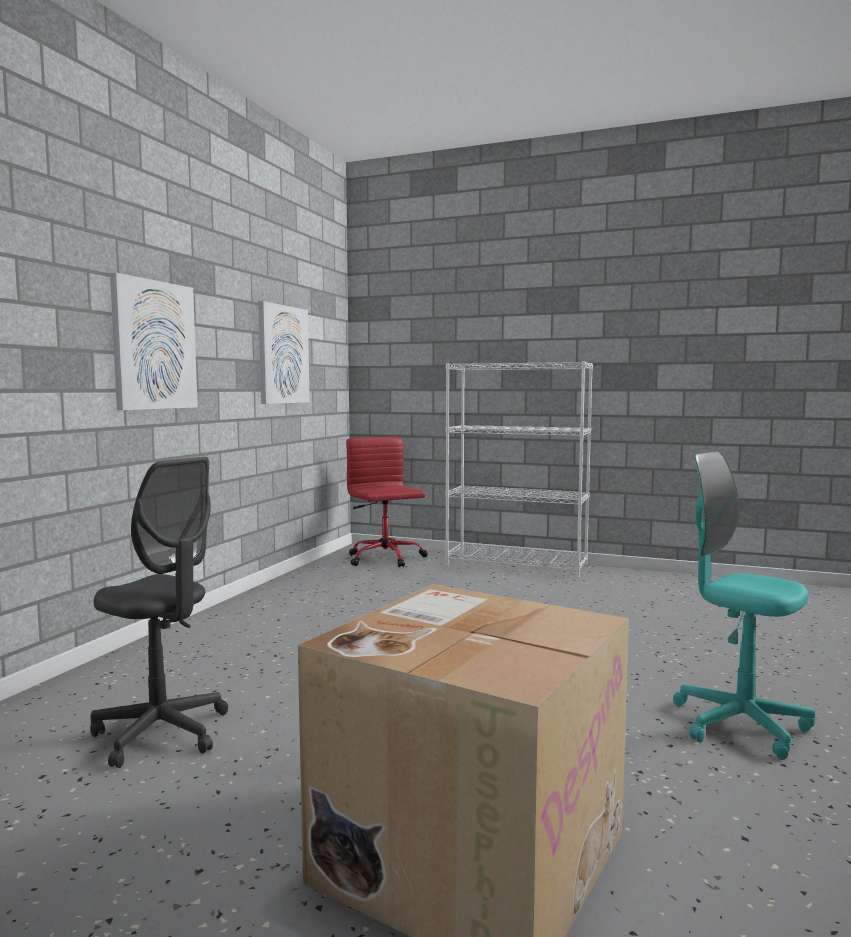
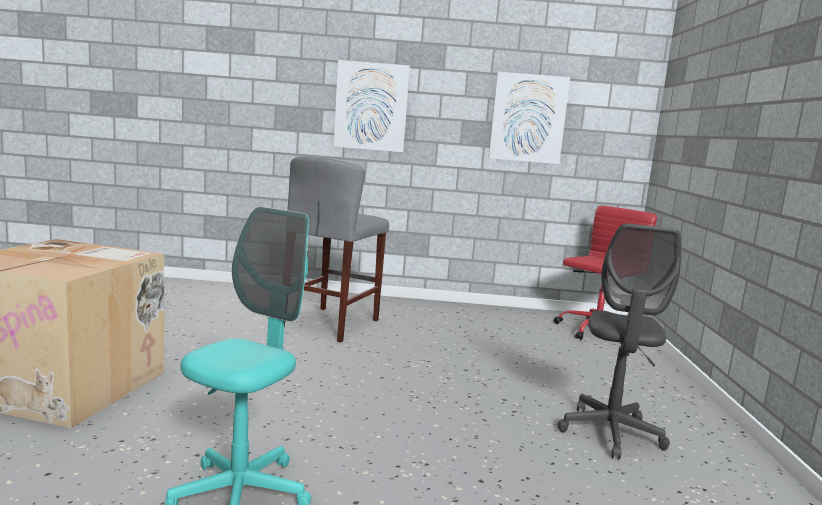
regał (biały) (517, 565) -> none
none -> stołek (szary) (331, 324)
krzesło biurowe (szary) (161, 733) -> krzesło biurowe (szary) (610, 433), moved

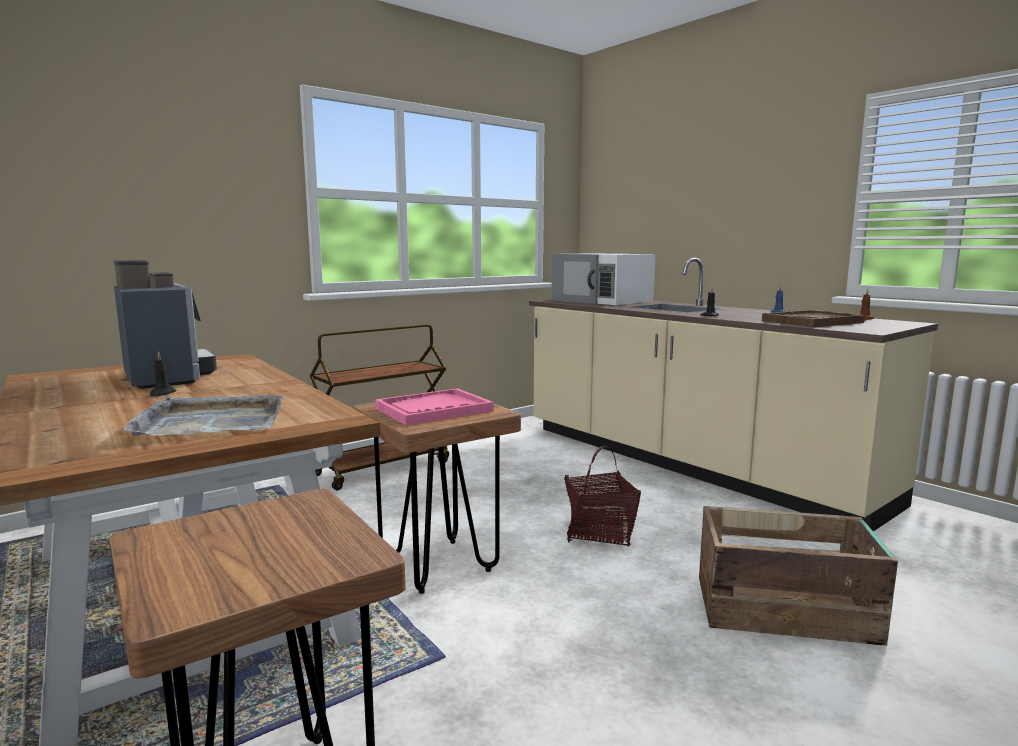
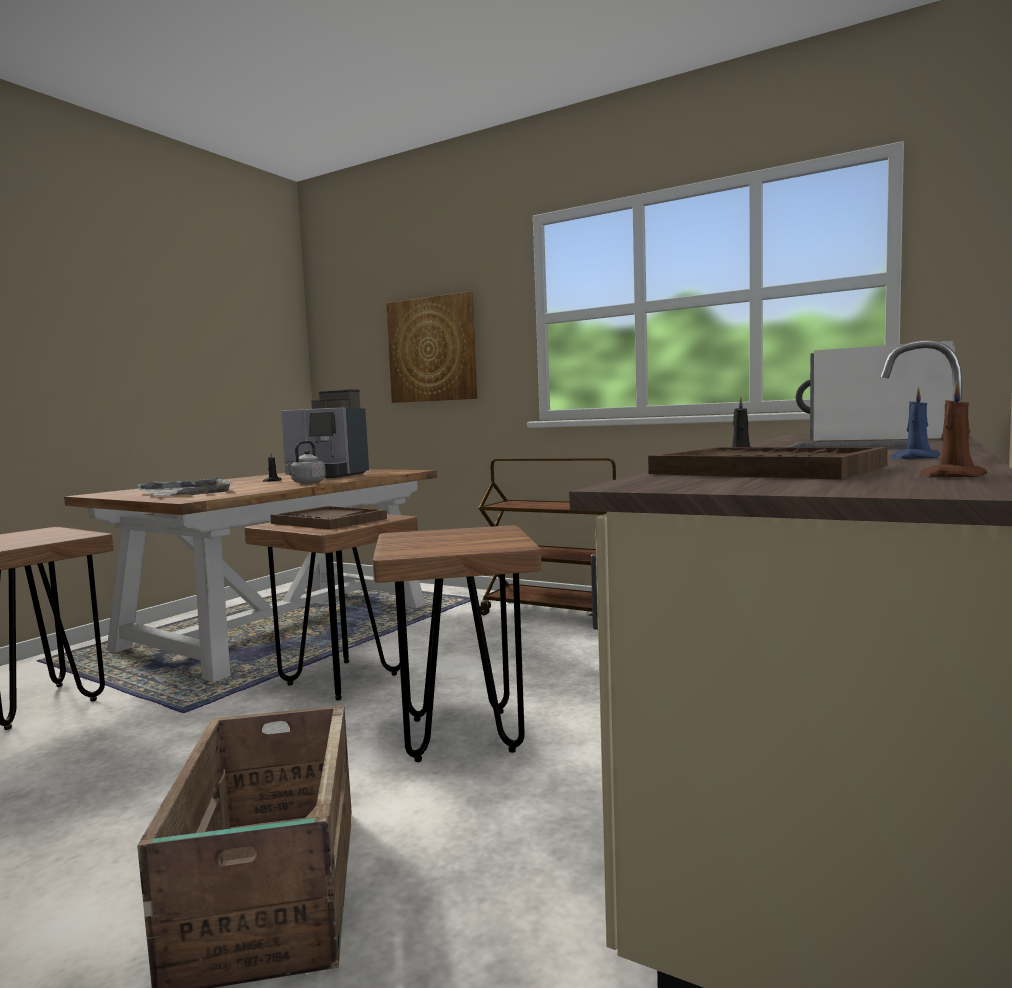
none -> czajnik (szary) (307, 483)
none -> obraz (432, 349)
koszyk (600, 532) -> stołek (brązowy) (462, 735)
taca (różowy) (433, 410) -> taca (brązowy) (328, 521)
ekspres do kawy (168, 377) -> ekspres do kawy (328, 475), 75 degrees clockwise

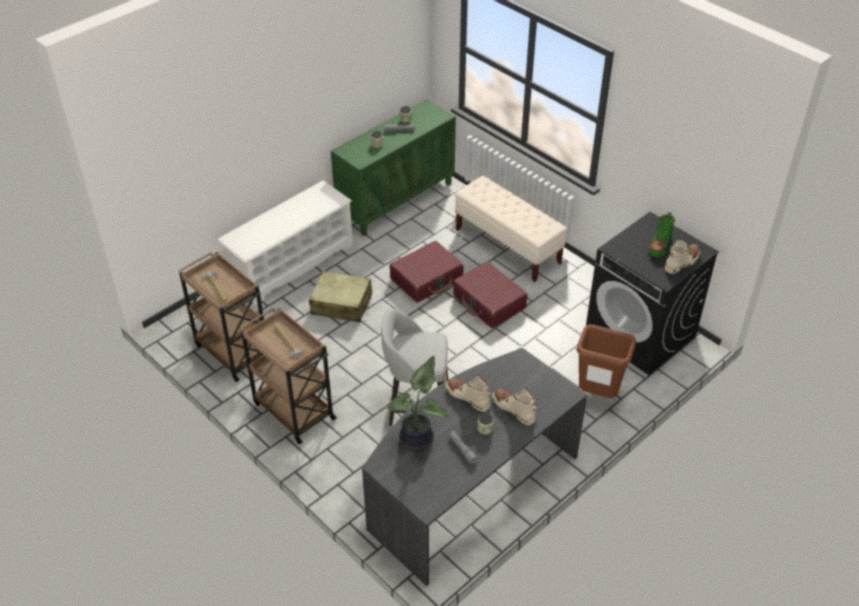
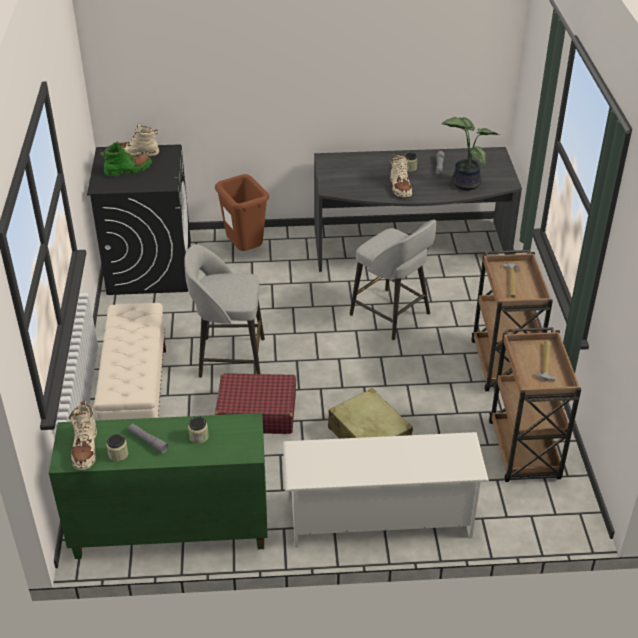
but z cholewką (beżowy) (513, 409) -> but z cholewką (beżowy) (85, 449), moved
walizka (czerwony) (489, 302) -> stołek (szary) (229, 357)

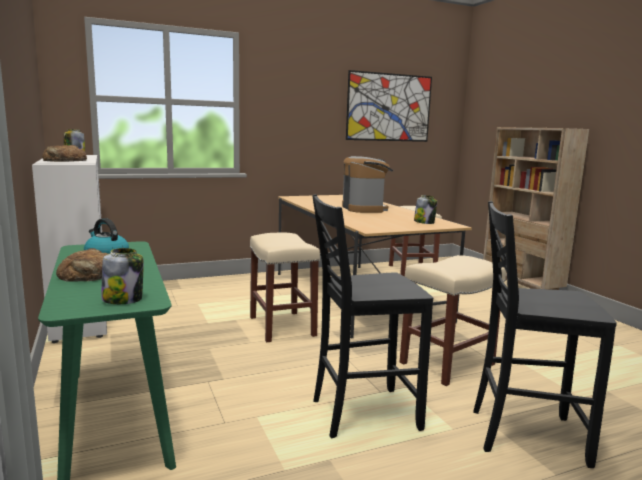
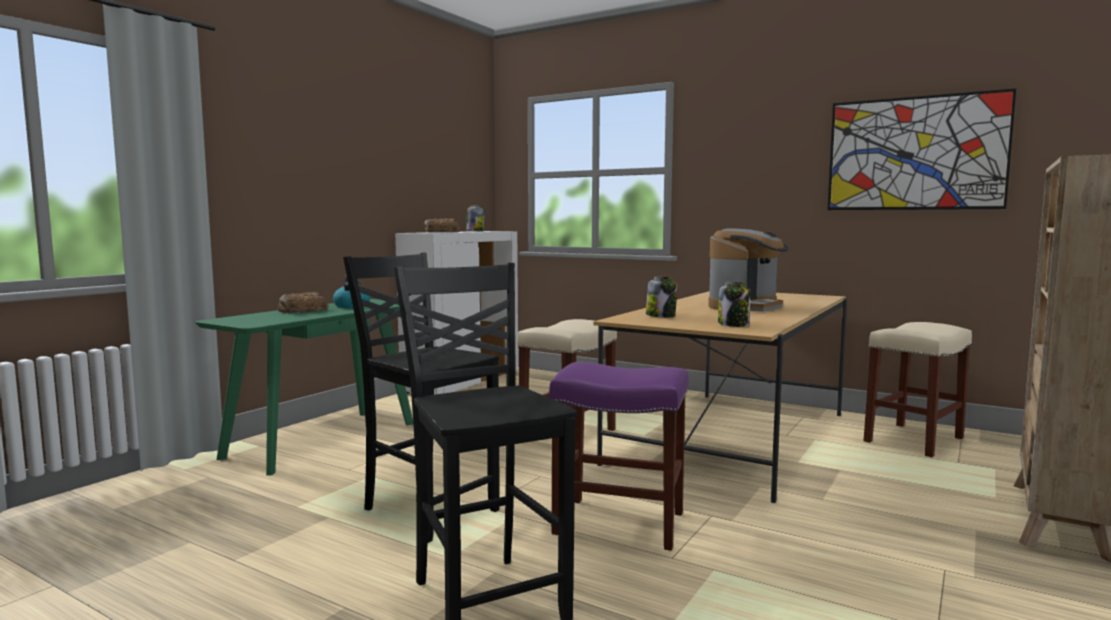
słoik (123, 299) -> słoik (661, 316), moved
stołek (beżowy) (447, 364) -> stołek (fioletowy) (617, 523)

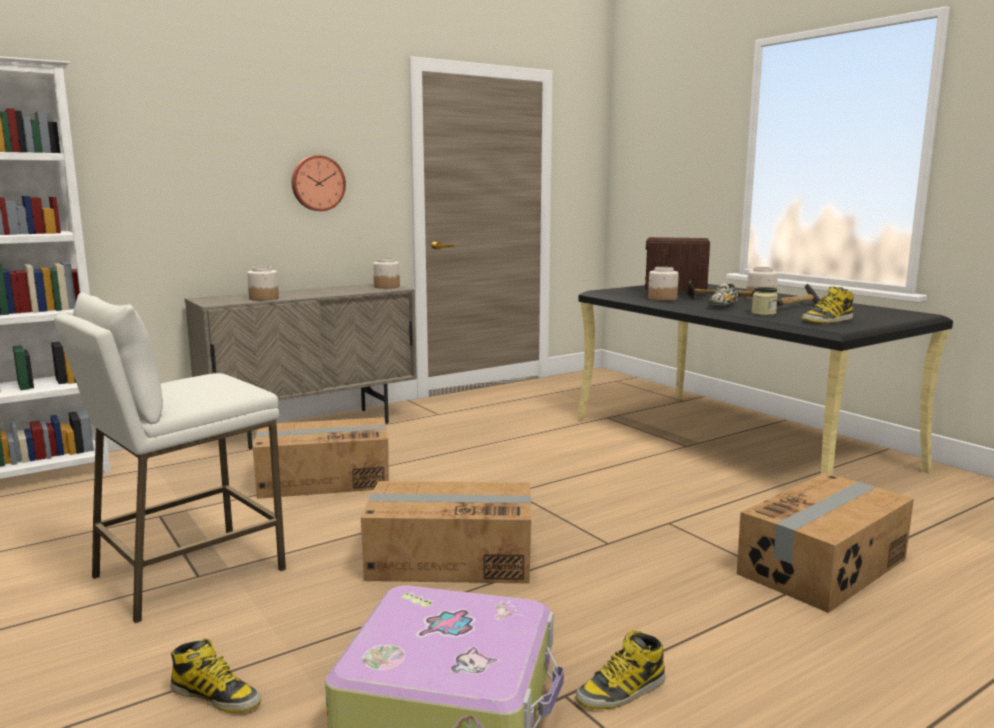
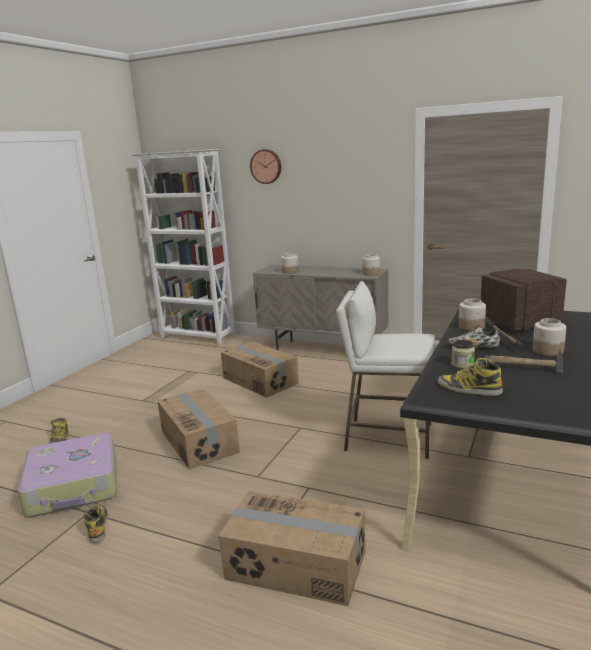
stołek (biały) (188, 573) -> stołek (biały) (388, 437), moved
zegar ścienny (317, 183) -> zegar ścienny (266, 166), moved
but z cholewką (621, 691) -> but z cholewką (98, 526), 45 degrees clockwise

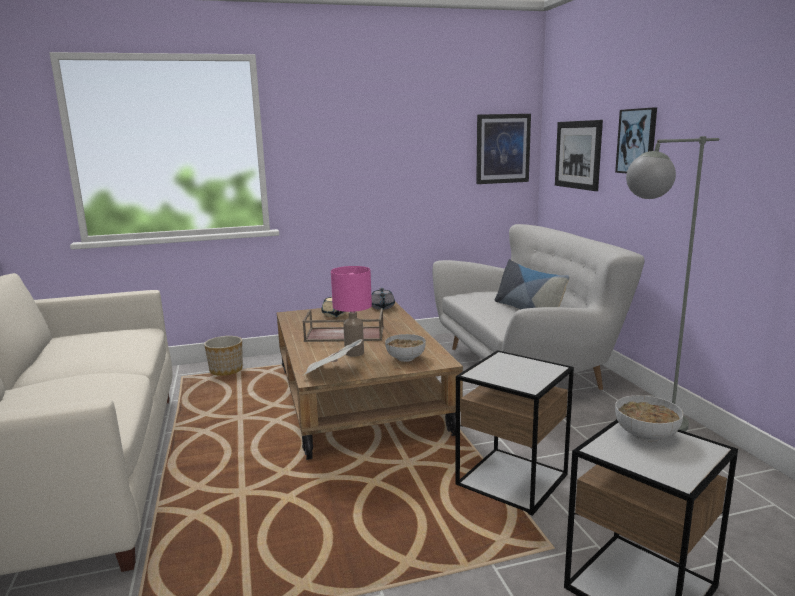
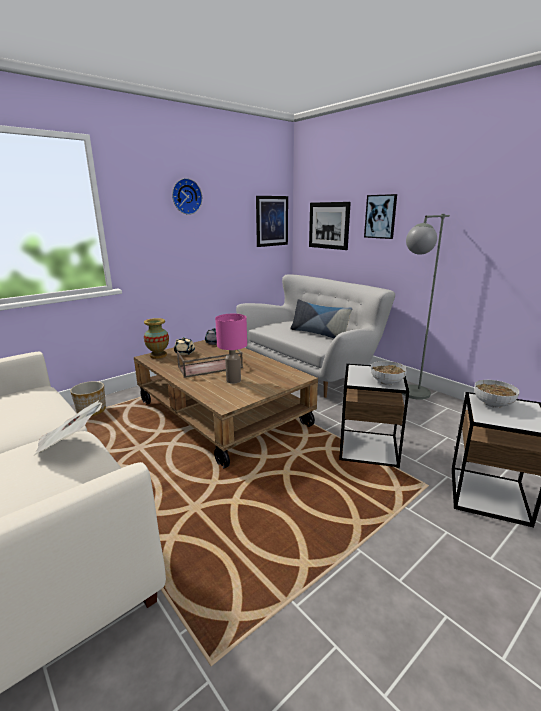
none -> wazon (158, 355)
none -> zegar ścienny (186, 196)
gazeta (332, 373) -> gazeta (70, 443), moved
miska (406, 358) -> miska (387, 382), moved

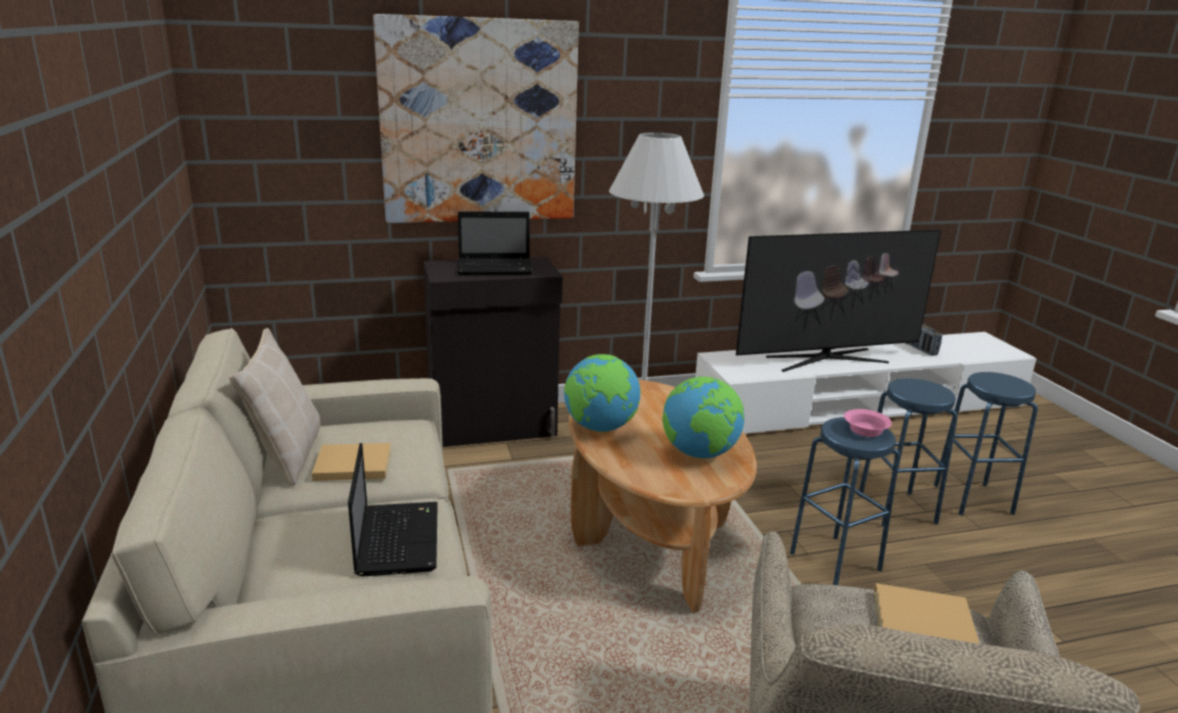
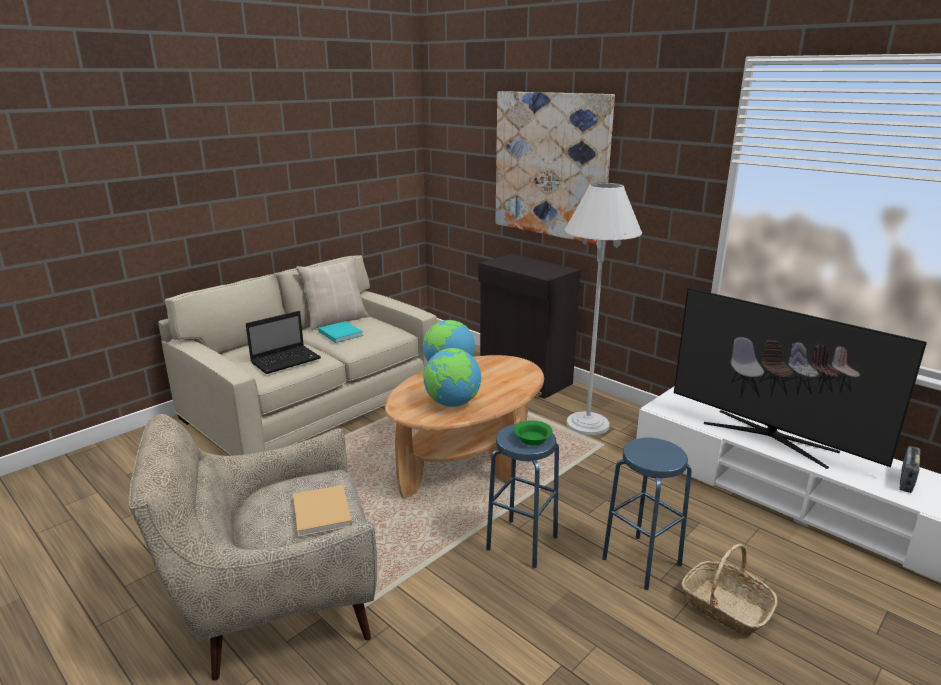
laptop (496, 268) -> none
stołek (niebieski) (972, 499) -> koszyk (725, 607)
książka (beżowy) (350, 465) -> książka (turkusowy) (340, 333)
miska (różowy) (866, 431) -> miska (zielony) (533, 440)

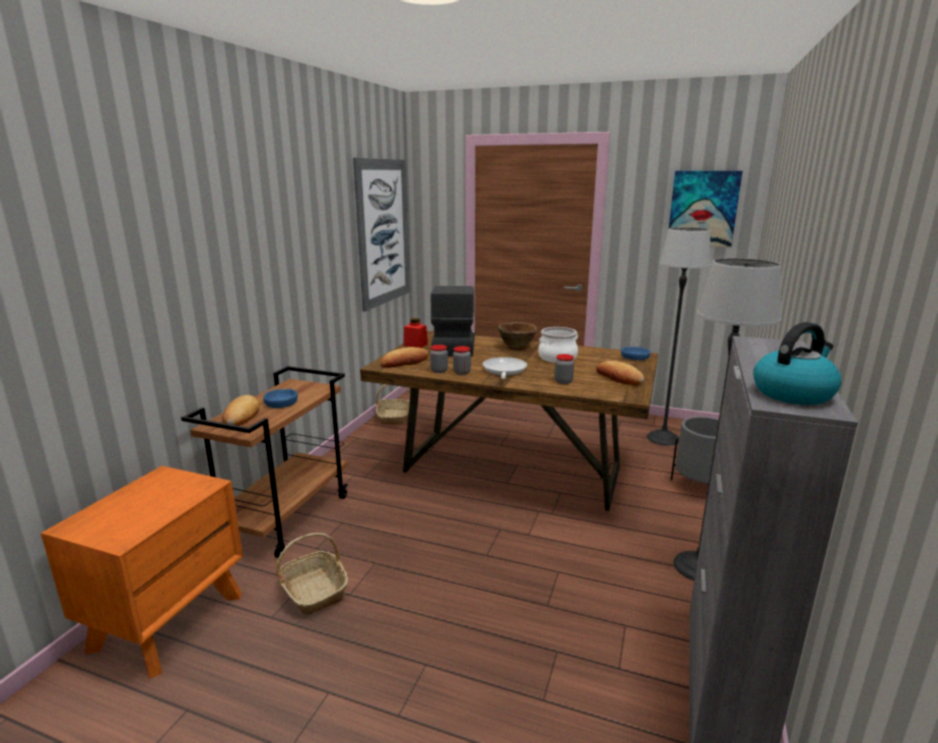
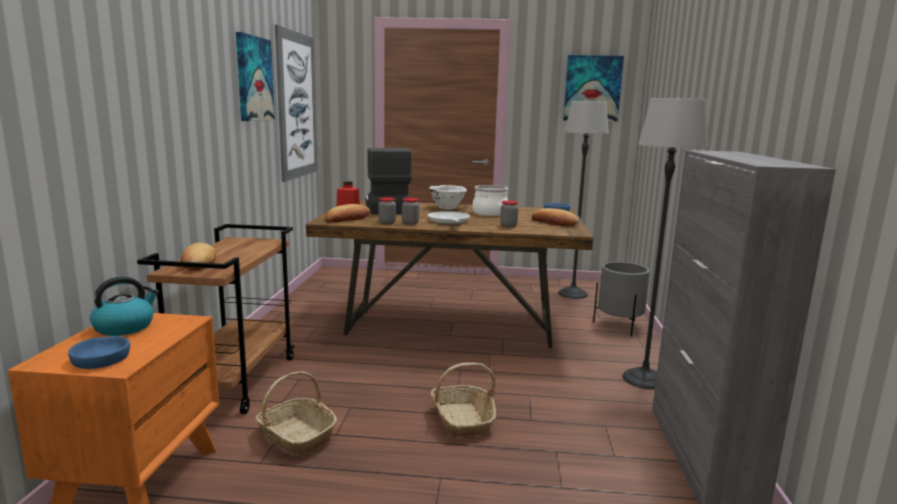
none -> obraz (253, 79)
miska (niebieski) (281, 402) -> miska (niebieski) (101, 359), moved
koszyk (394, 417) -> koszyk (462, 420), moved
czajnik (793, 393) -> czajnik (125, 327), moved
miska (brązowy) (517, 347) -> miska (biały) (447, 207)

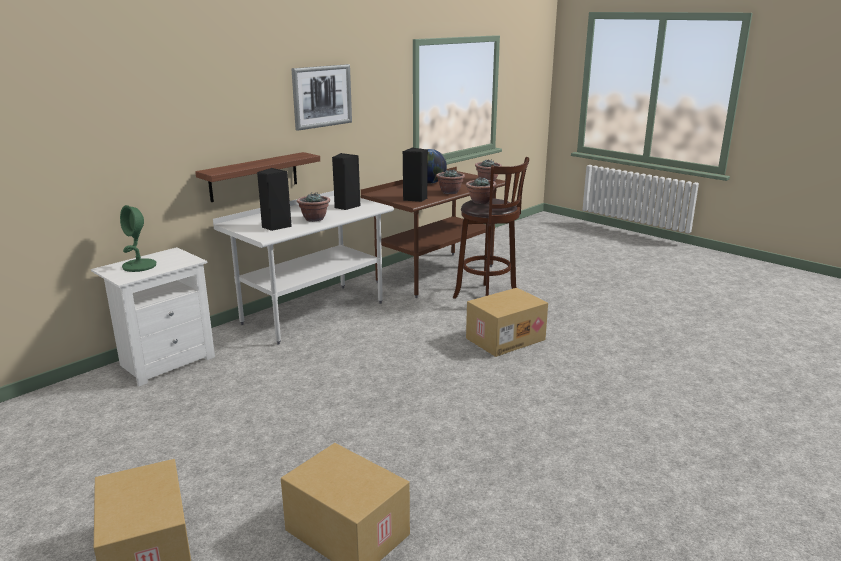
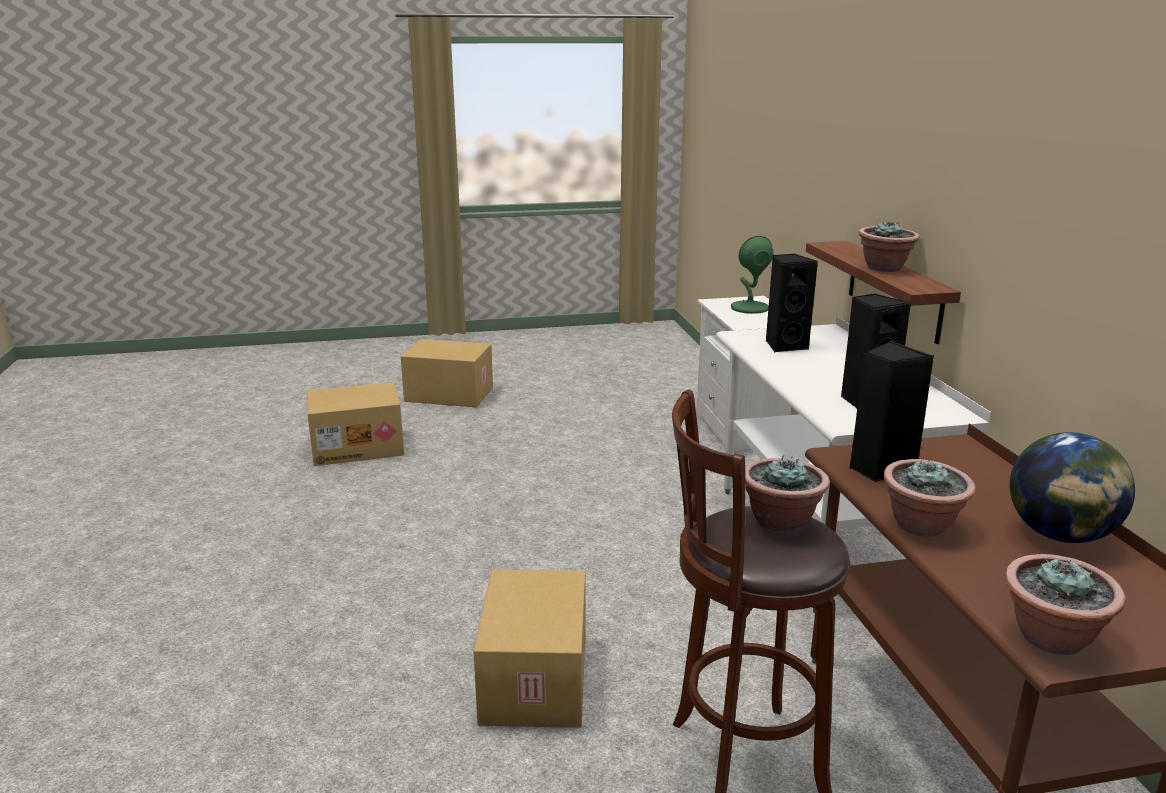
obraz (322, 96) -> none
roślina doniczkowa (314, 219) -> roślina doniczkowa (884, 268), moved

